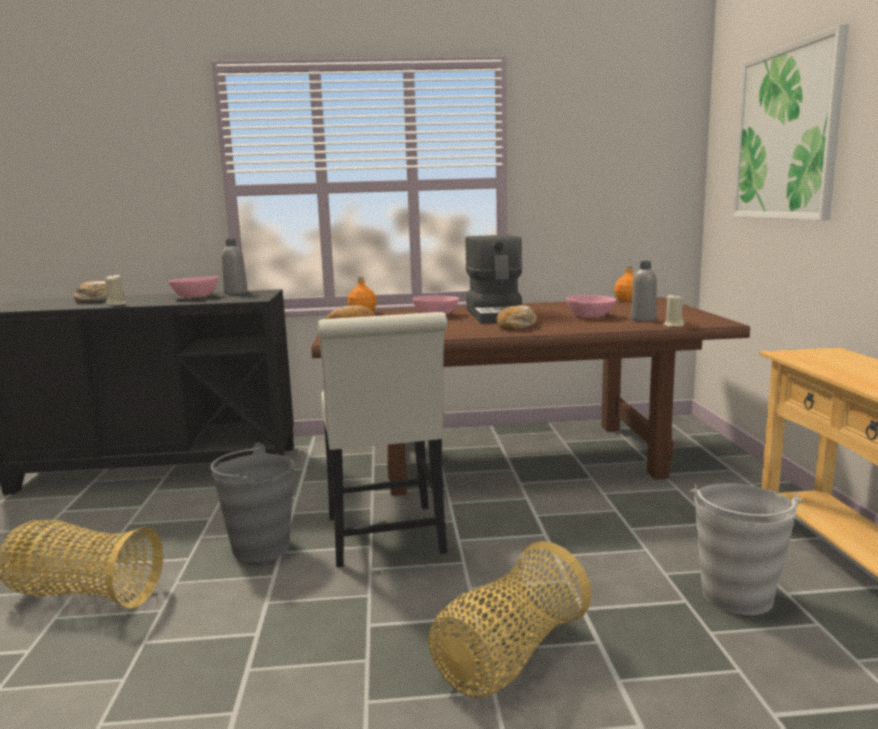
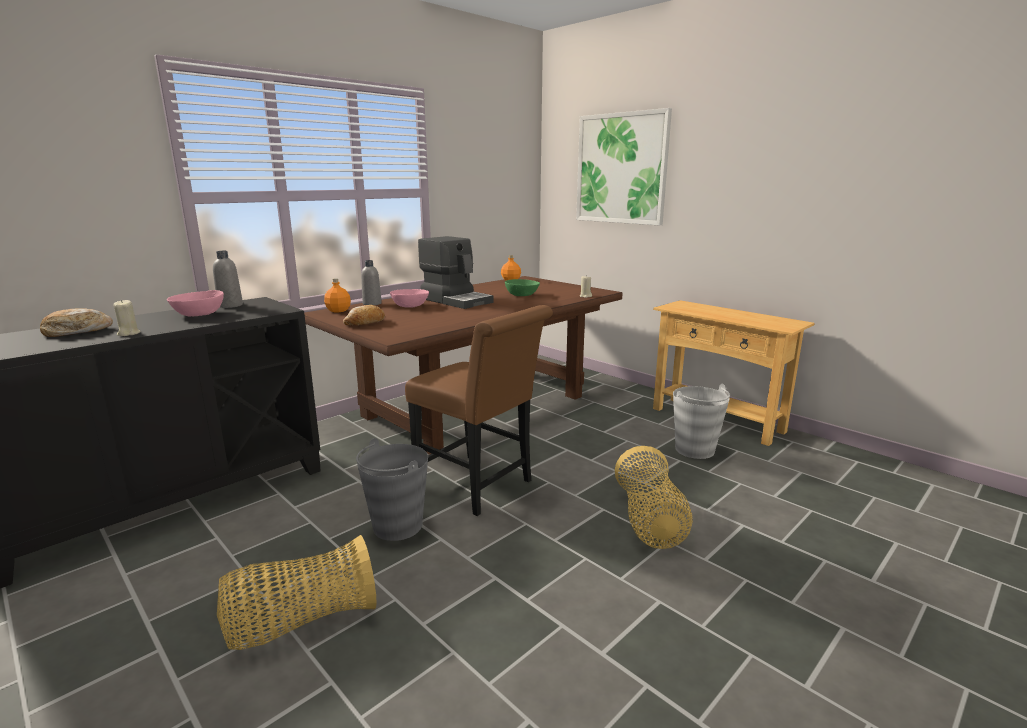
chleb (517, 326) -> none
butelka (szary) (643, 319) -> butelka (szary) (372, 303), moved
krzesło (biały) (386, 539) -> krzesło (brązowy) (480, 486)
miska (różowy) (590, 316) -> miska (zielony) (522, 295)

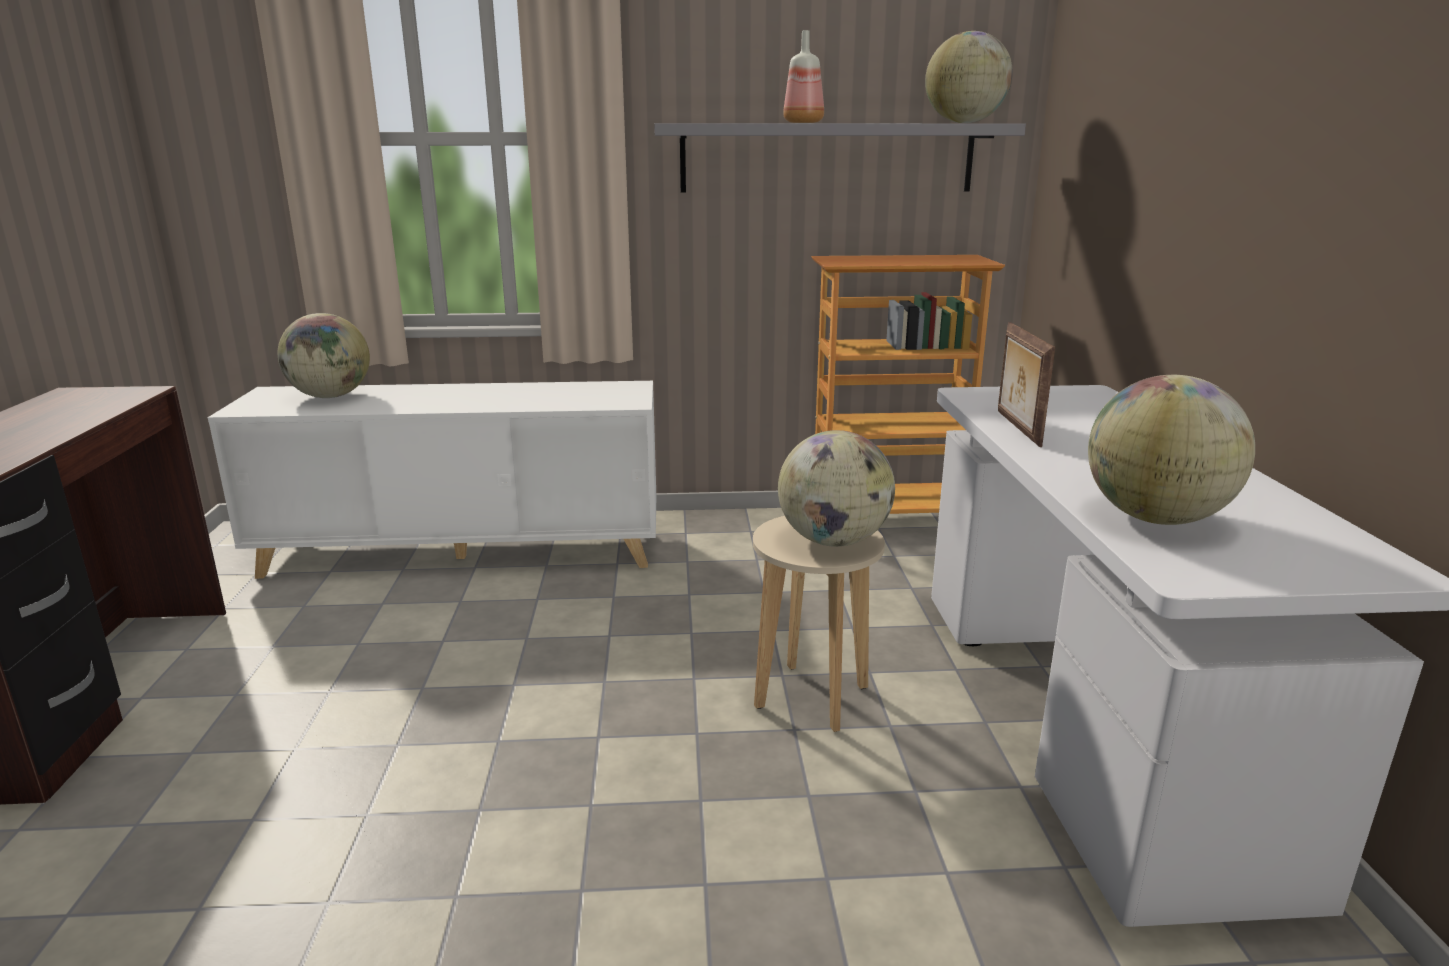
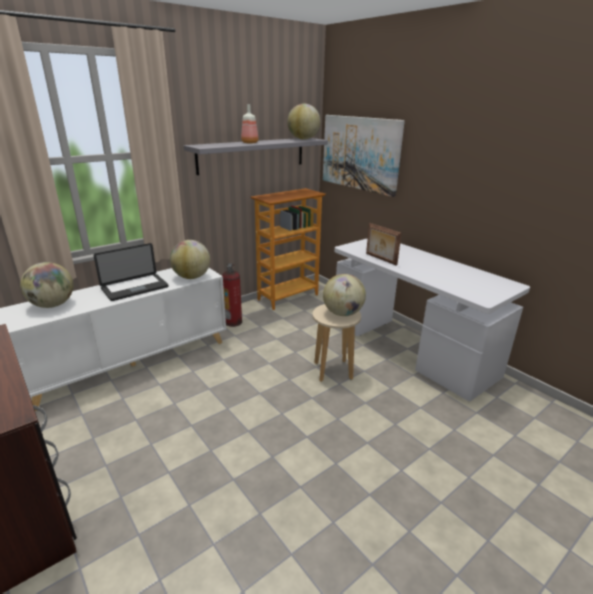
none -> laptop (135, 288)
none -> gaśnica (233, 322)
none -> obraz (360, 153)
globus (1155, 518) -> globus (192, 277), moved

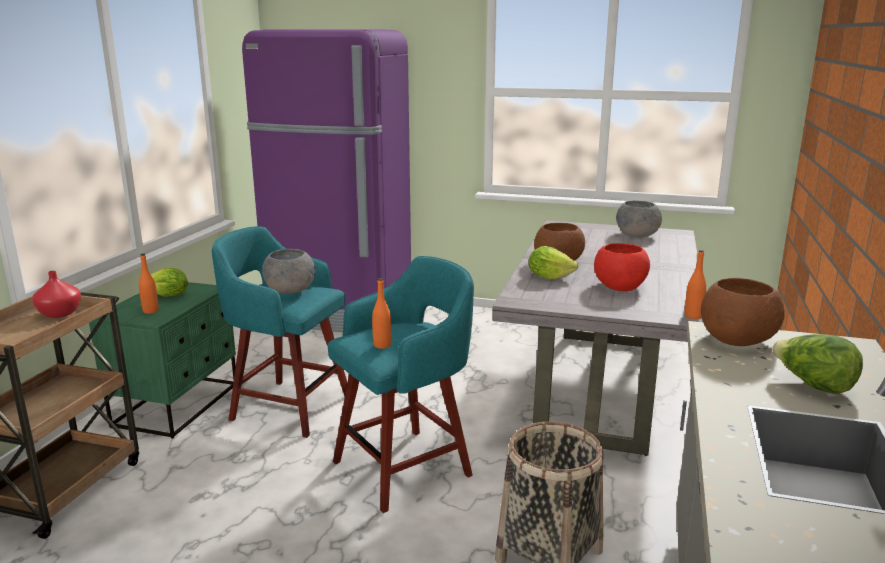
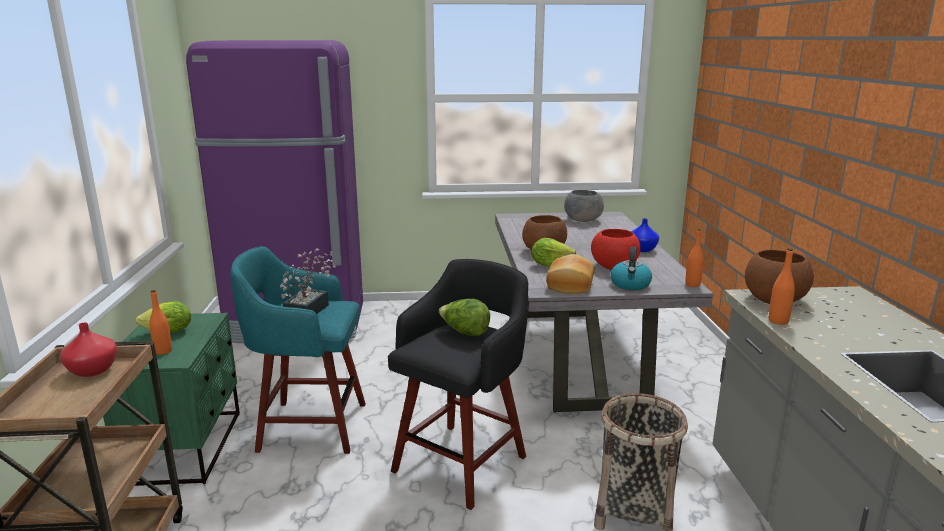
none -> chleb (568, 285)
none -> czajnik (630, 285)
none -> wazon (niebieski) (643, 249)
butelka (pomarańczowy) (382, 345) -> butelka (pomarańczowy) (778, 321), moved
sałata (813, 385) -> sałata (465, 333), moved
miska (szary) (290, 291) -> roślina doniczkowa (310, 309)
stołek (turkusowy) (406, 467) -> stołek (czarny) (462, 462)

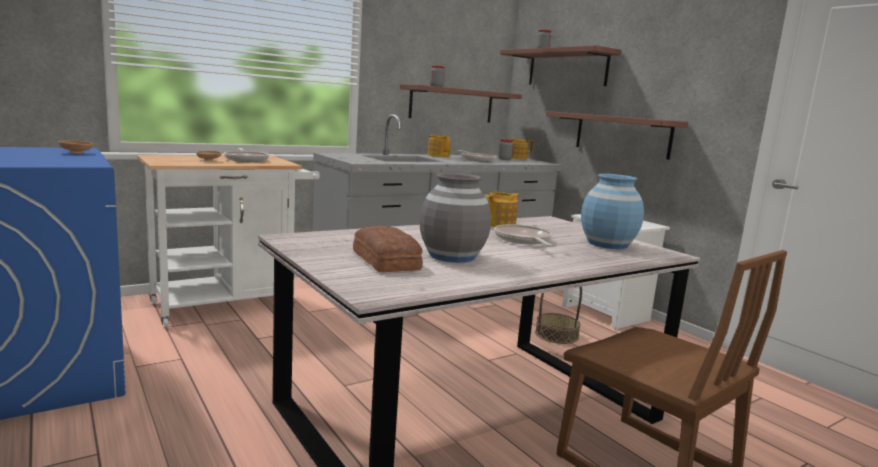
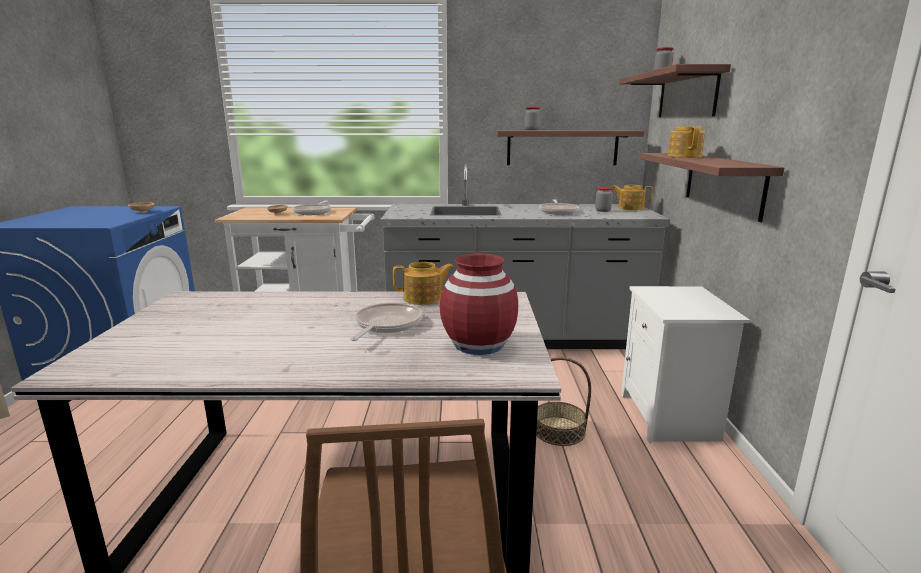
chleb (387, 260) -> none
wazon (szary) (452, 256) -> none
imbryk (438, 155) -> imbryk (684, 156), moved
wazon (niebieski) (607, 244) -> wazon (czerwony) (478, 344)

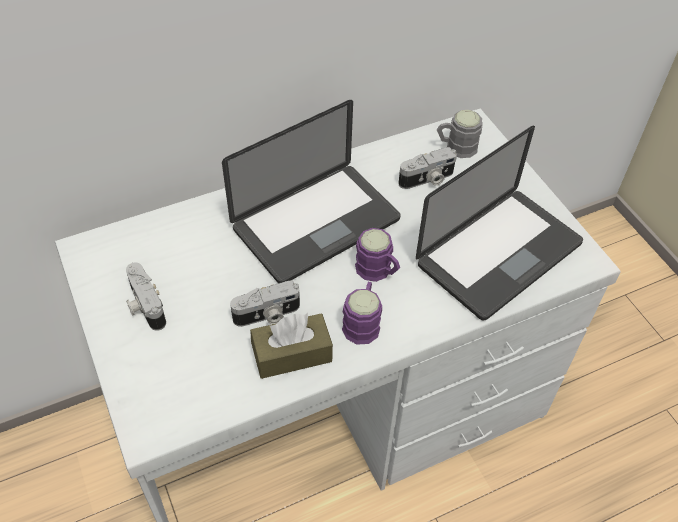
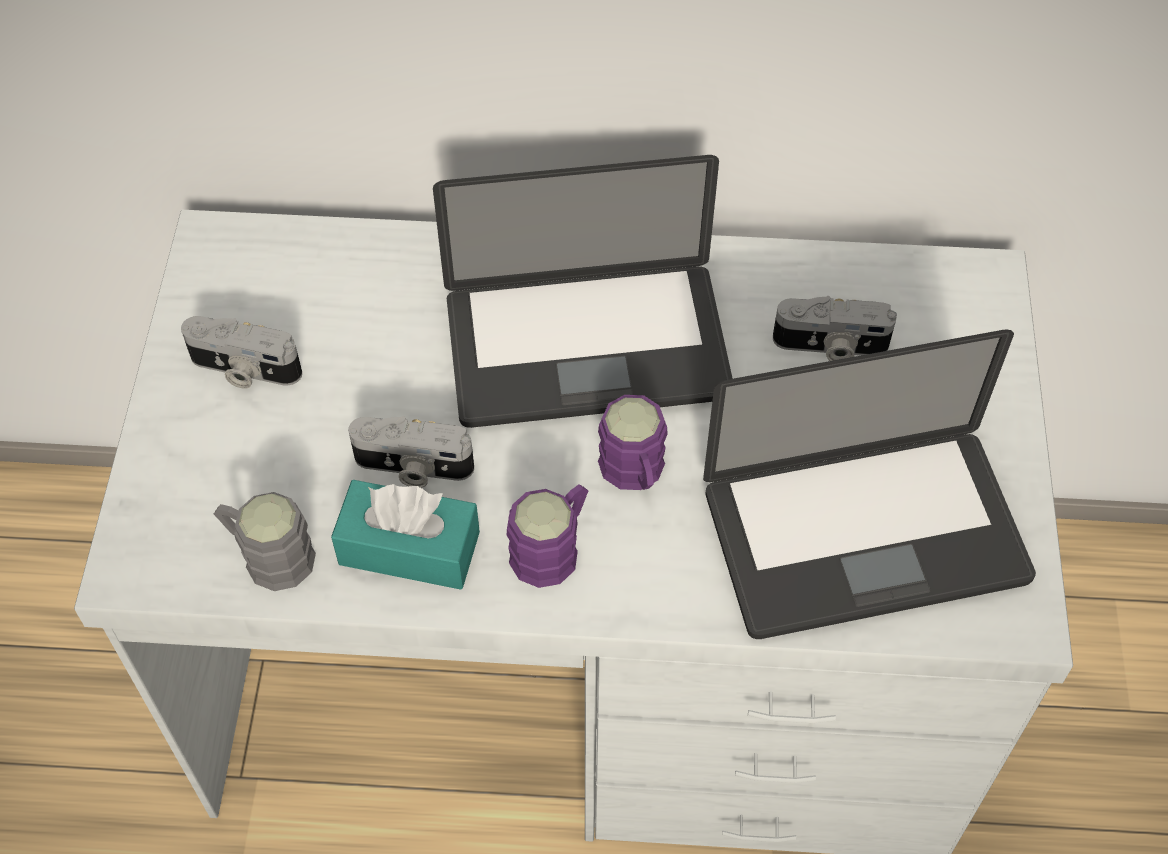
kubek (szary) (456, 147) -> kubek (szary) (268, 555), moved
pudełko chusteczek (brązowy) (292, 354) -> pudełko chusteczek (turkusowy) (409, 548)
aparat fotograficzny (144, 306) -> aparat fotograficzny (244, 370), 75 degrees counterclockwise

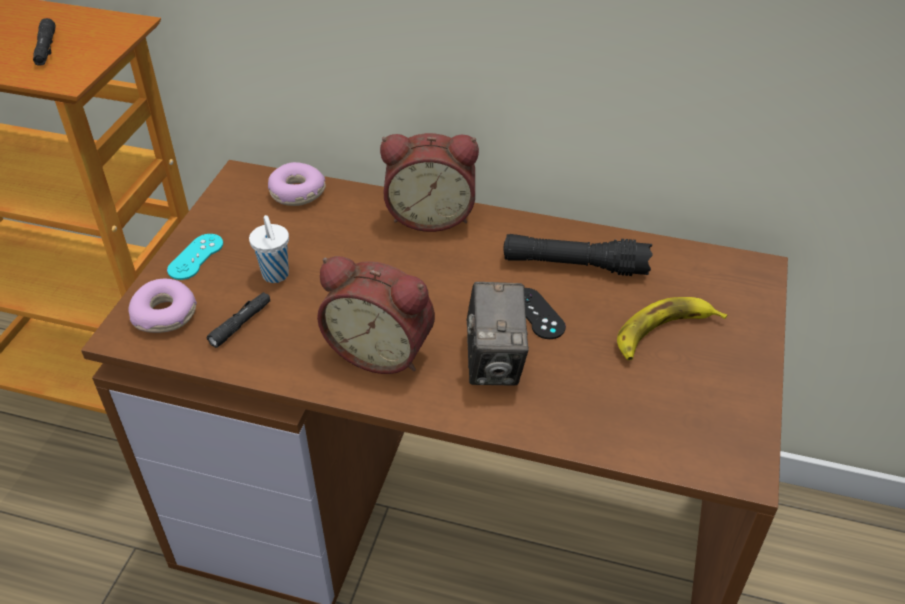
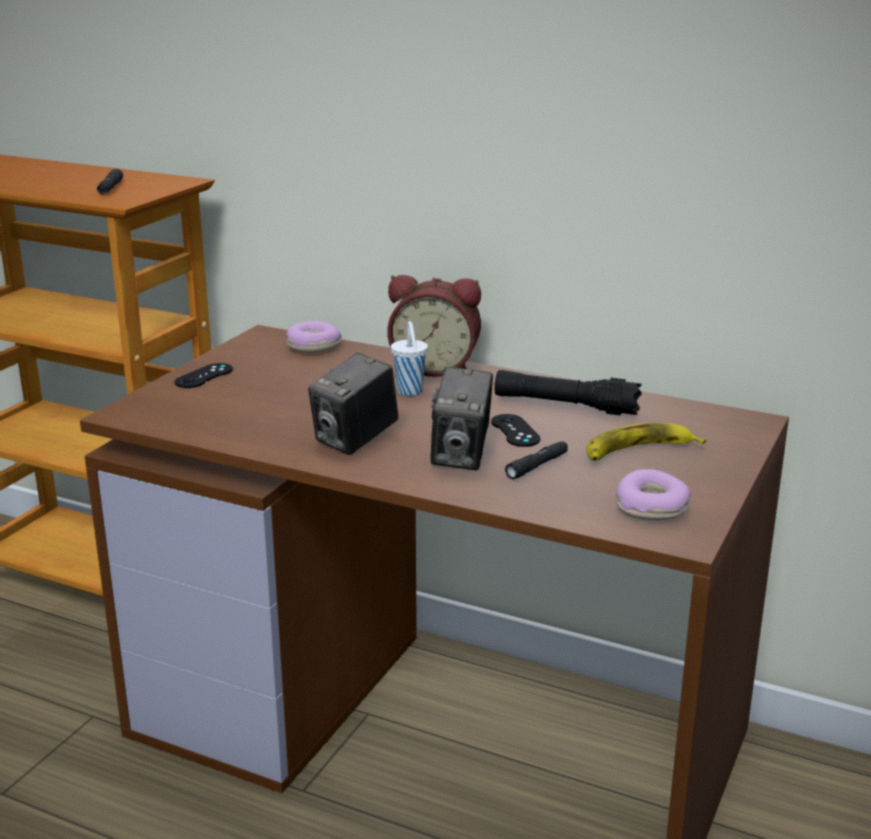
donut (165, 314) -> donut (652, 507), moved
latarka (czarny) (240, 324) -> latarka (czarny) (537, 466), moved
filiżanka (biały) (276, 276) -> filiżanka (biały) (410, 392), moved
budzik (382, 350) -> aparat fotograficzny (355, 440)
pad do gier (turkusowy) (196, 257) -> pad do gier (czarny) (204, 376)

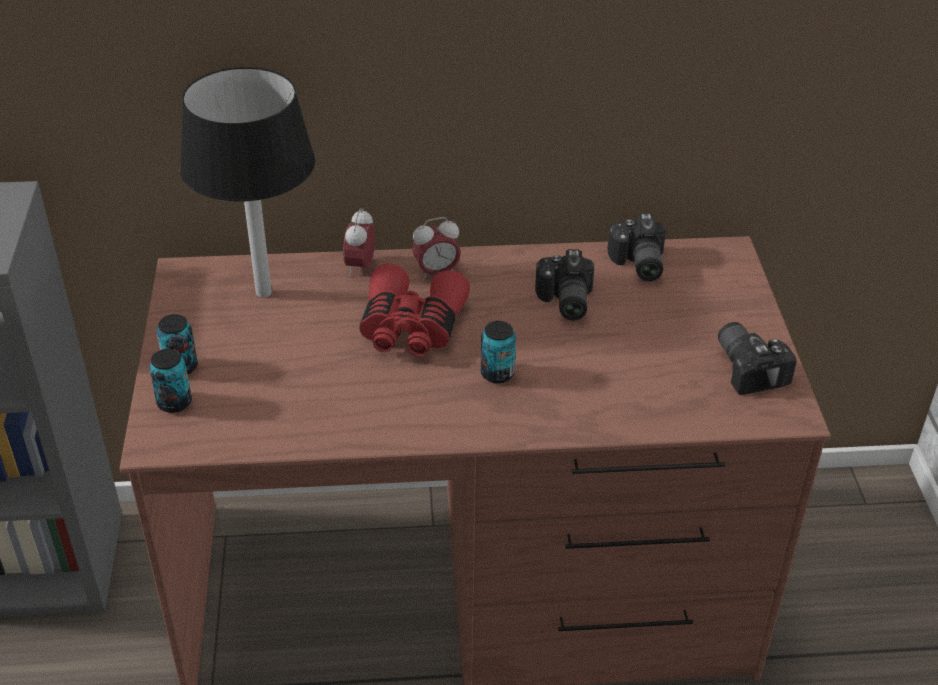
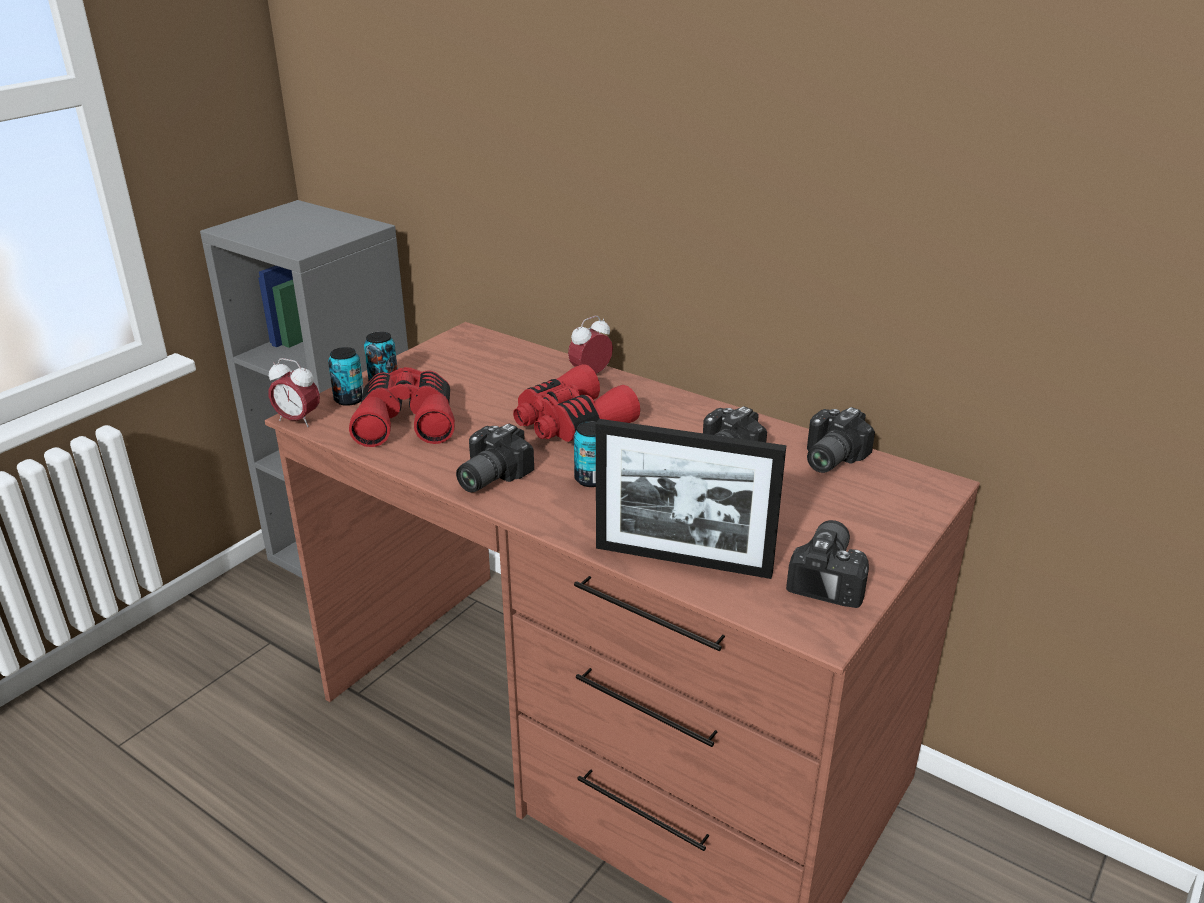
lampa stołowa (czarny) (263, 293) -> none
none -> lornetka (czerwony) (407, 421)
none -> aparat fotograficzny (487, 476)
none -> ramka na zdjęcie (683, 560)
budzik (436, 273) -> budzik (298, 420), moved

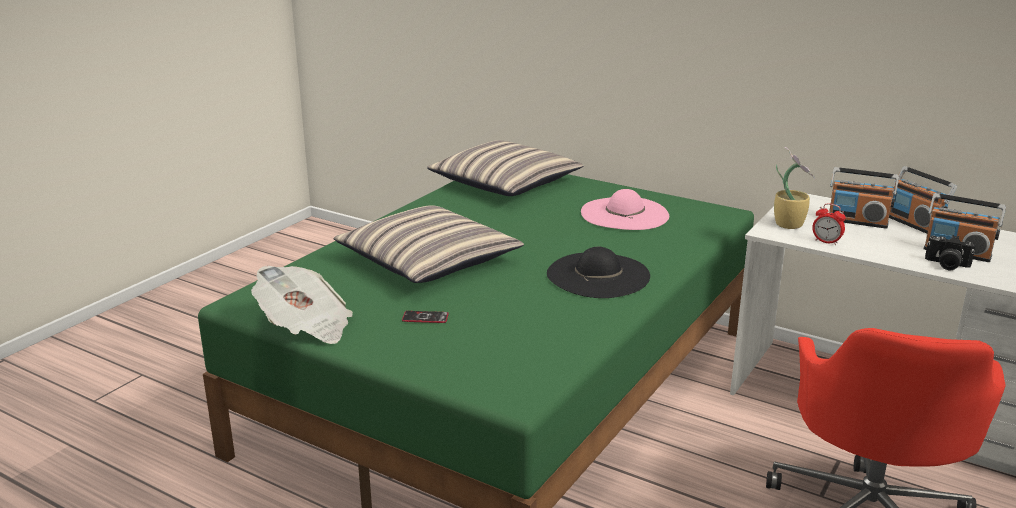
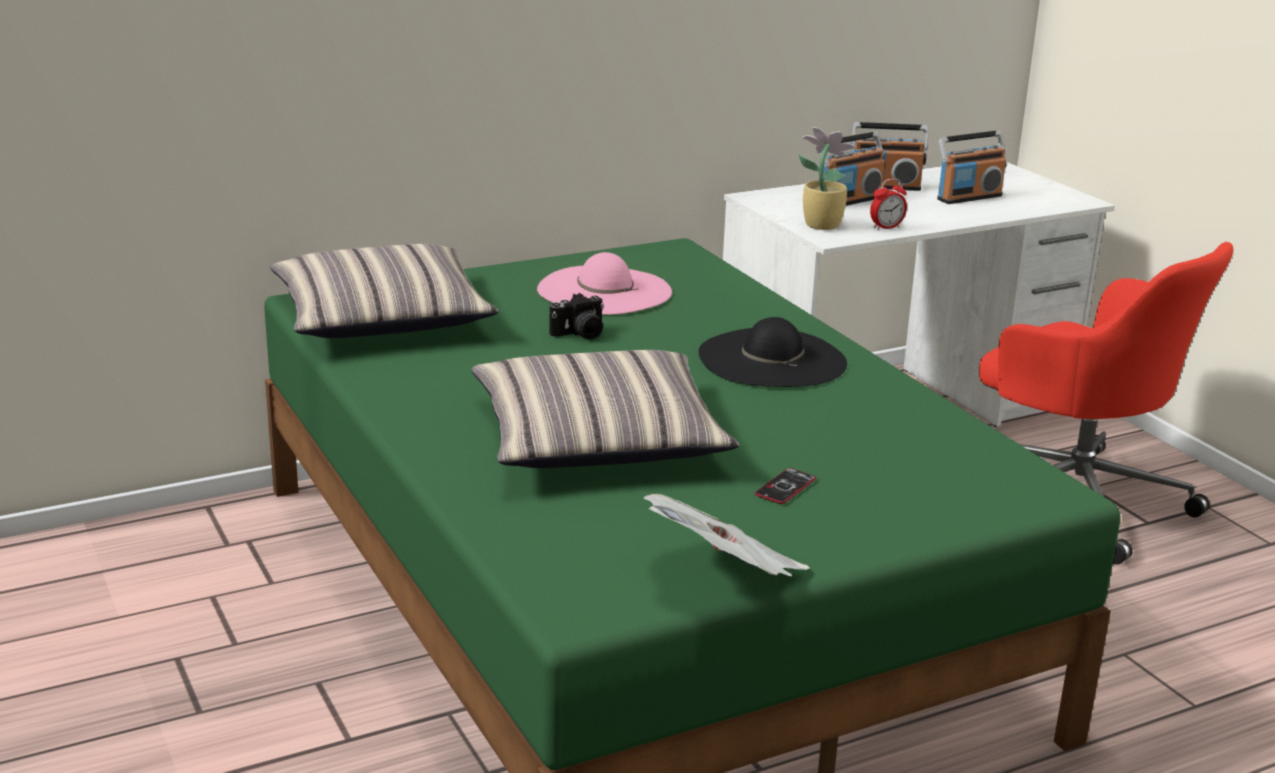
aparat fotograficzny (946, 265) -> aparat fotograficzny (580, 334), moved

